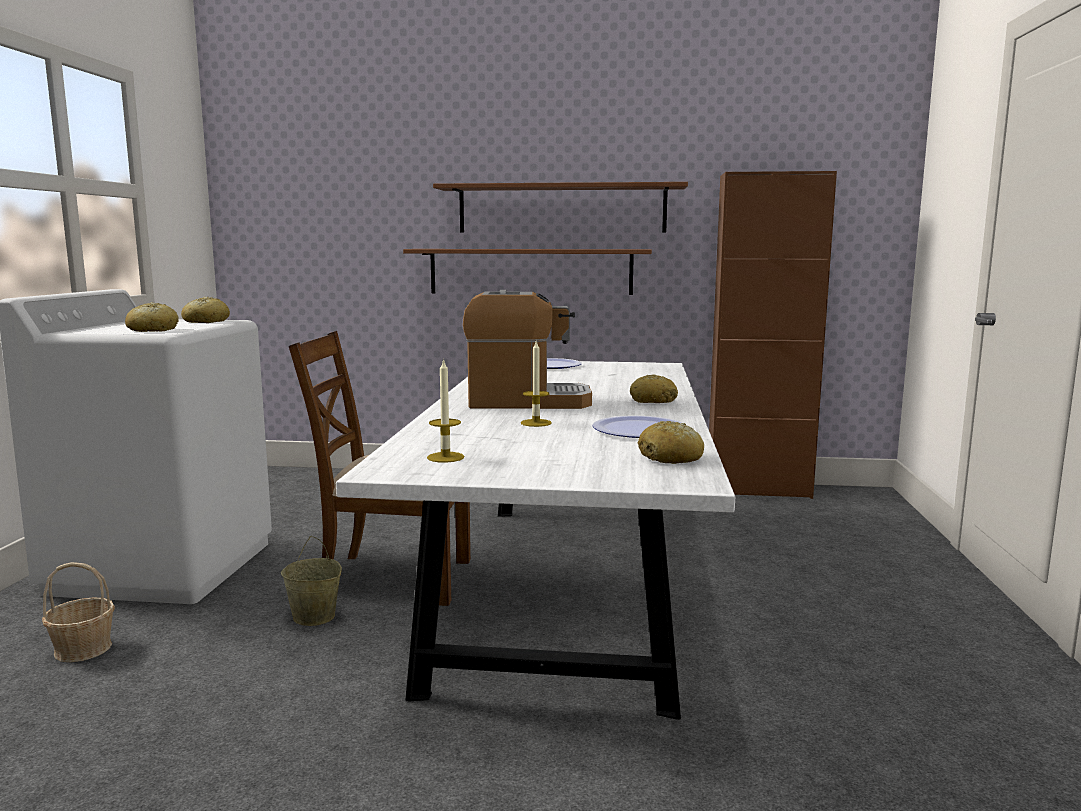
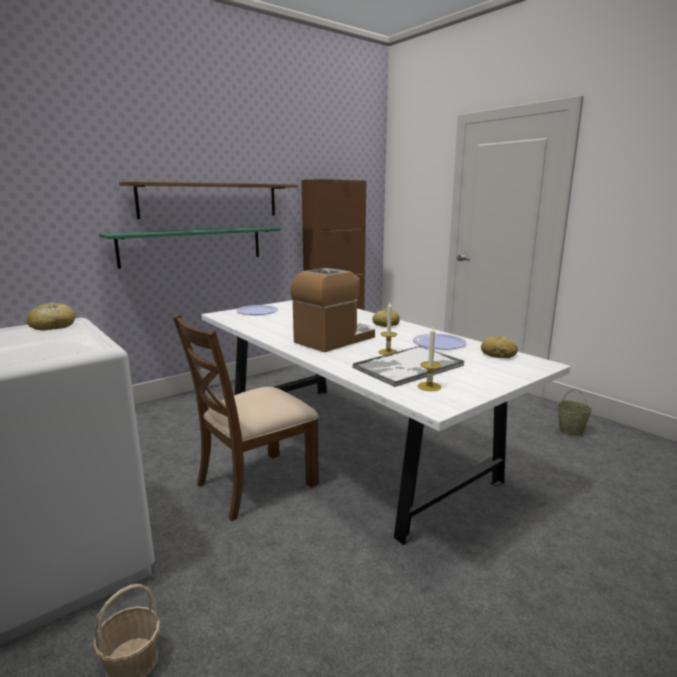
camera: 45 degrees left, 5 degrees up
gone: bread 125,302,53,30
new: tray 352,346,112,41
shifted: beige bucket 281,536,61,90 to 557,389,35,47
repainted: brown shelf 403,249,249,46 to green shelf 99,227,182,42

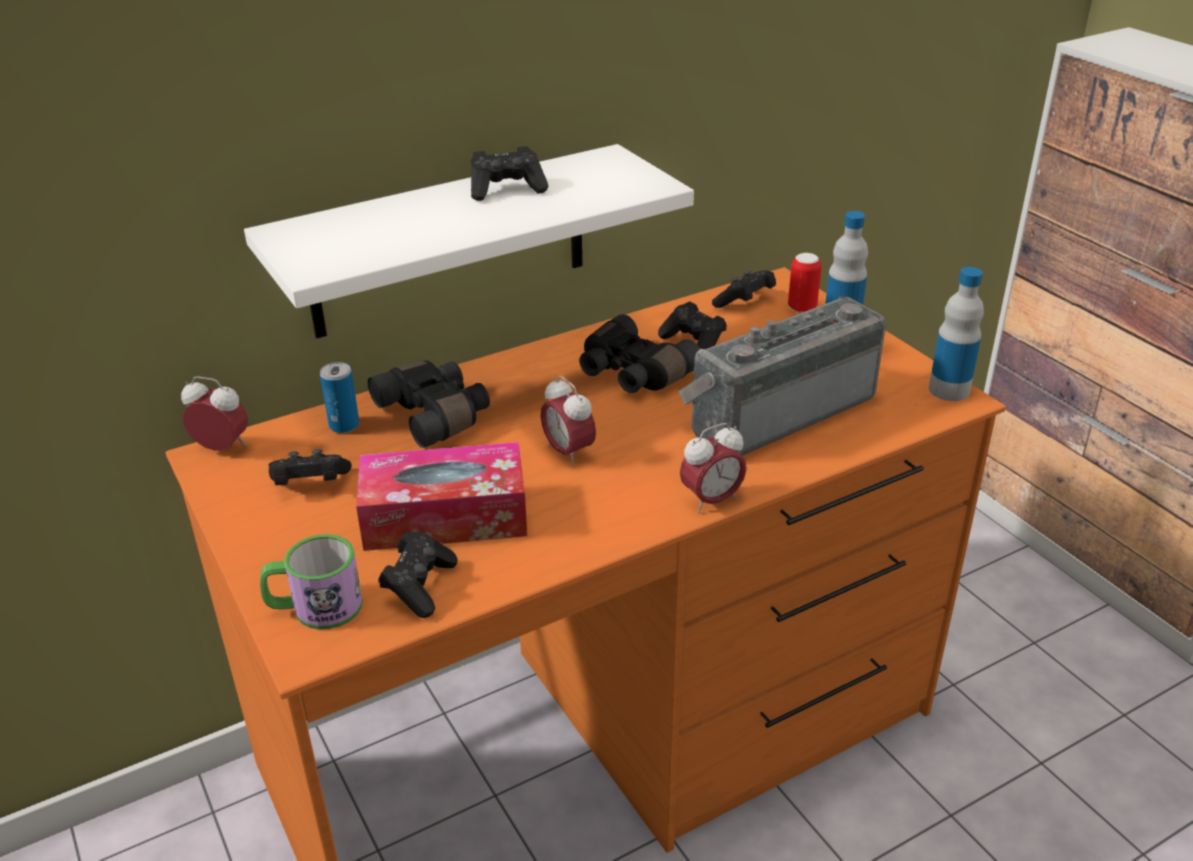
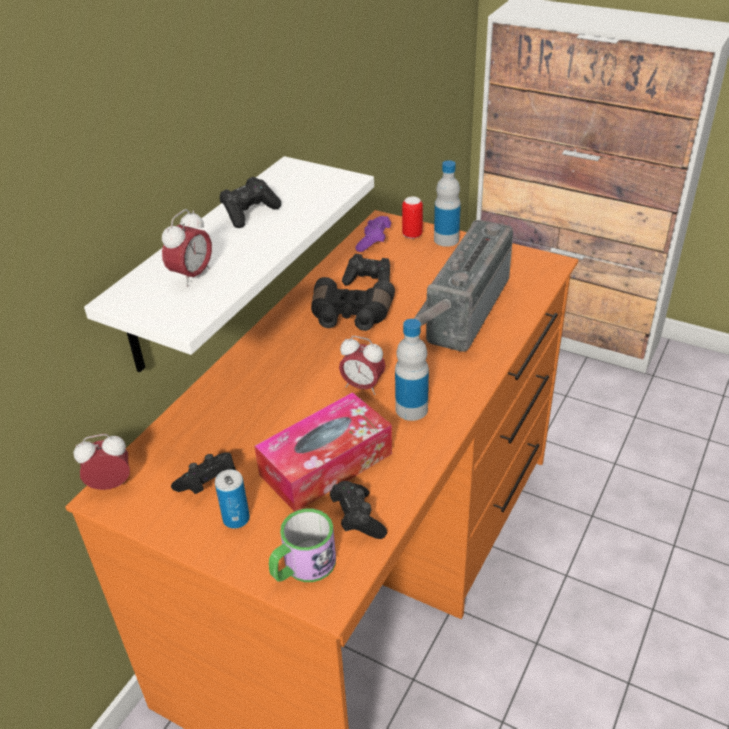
camera: 30 degrees left, 5 degrees up
gone: black binoculars 368,360,122,88
shifted: alarm clock 680,423,67,90 to 162,209,50,78; can 320,362,39,71 to 215,469,35,60; bottle 929,267,55,134 to 395,319,34,102
repainted: black game controller 712,270,64,38 to purple game controller 355,216,36,36

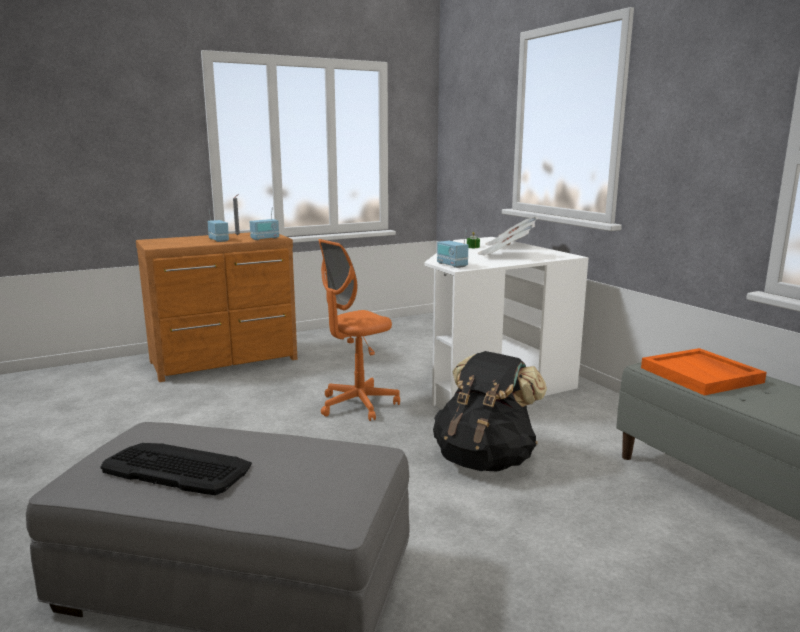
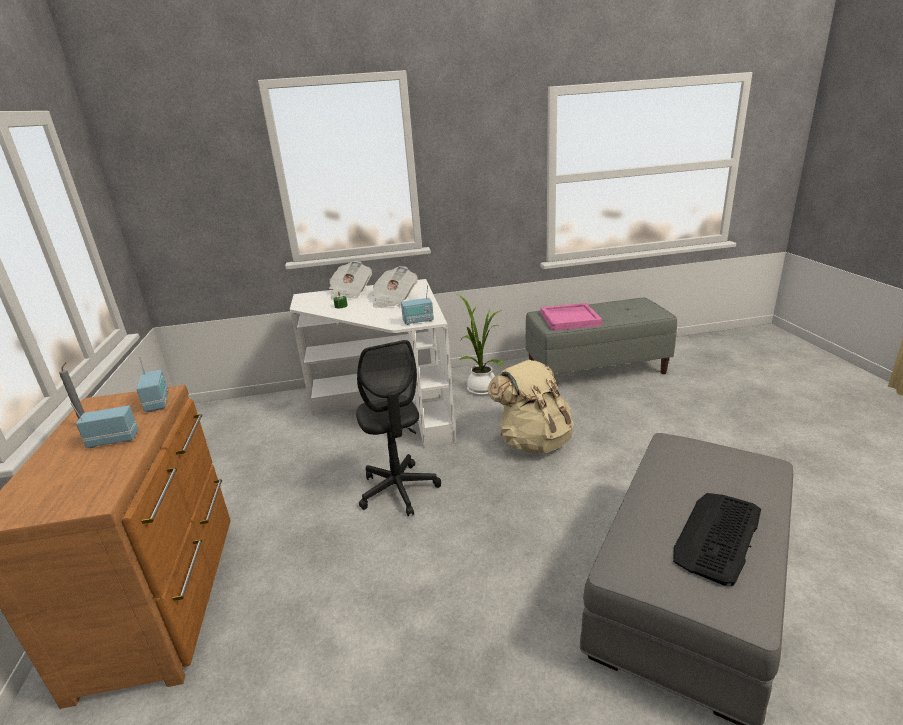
camera: 70 degrees left, 10 degrees up
new: potted plant 457,294,47,102
repainted: orange office chair 319,239,81,182 to black office chair 356,340,85,176; black backpack 433,351,114,120 to beige backpack 488,360,86,93; orange tray 641,348,126,48 to pink tray 541,303,61,28

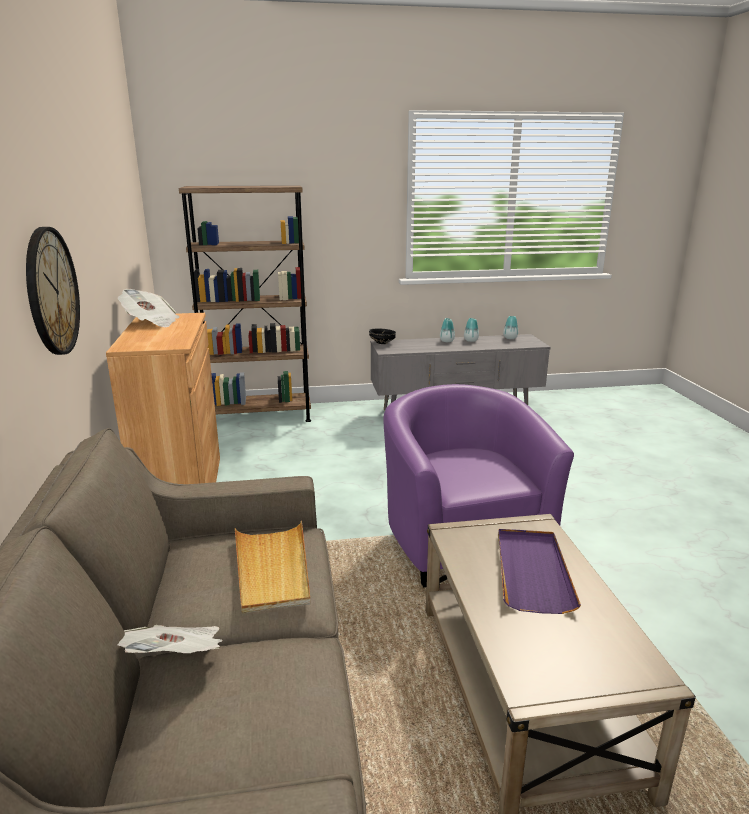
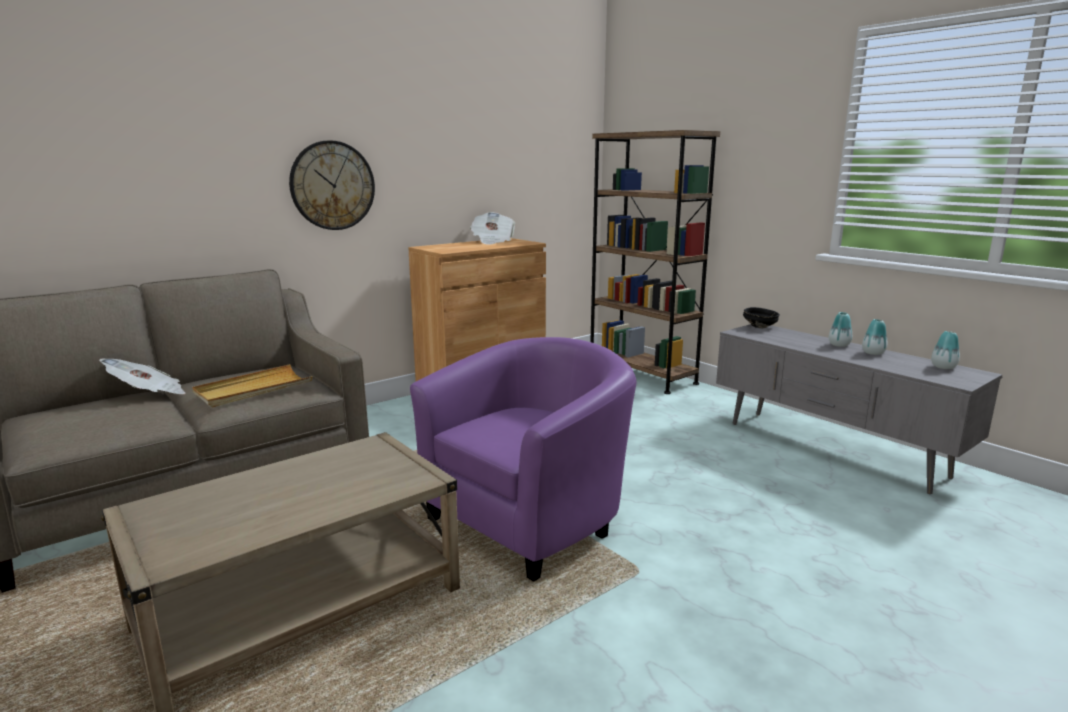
camera: 60 degrees right, 5 degrees down
gone: purple tray 498,529,83,85

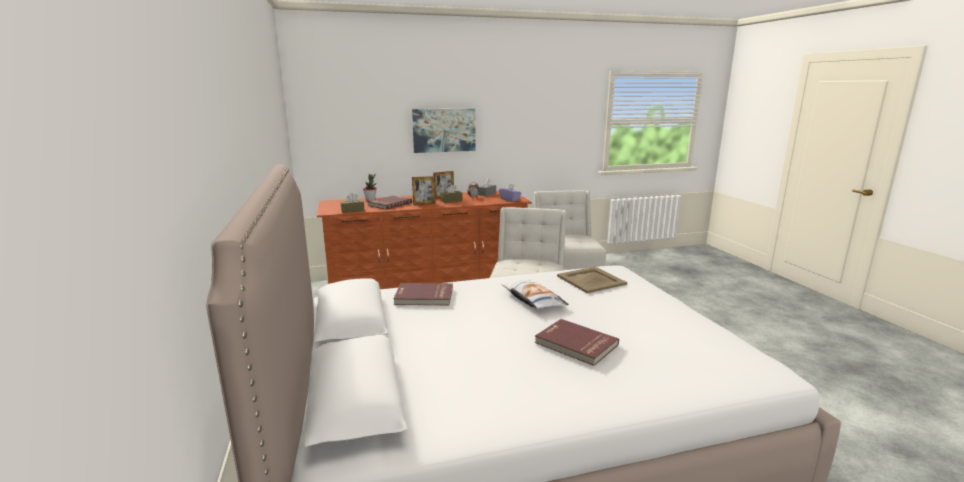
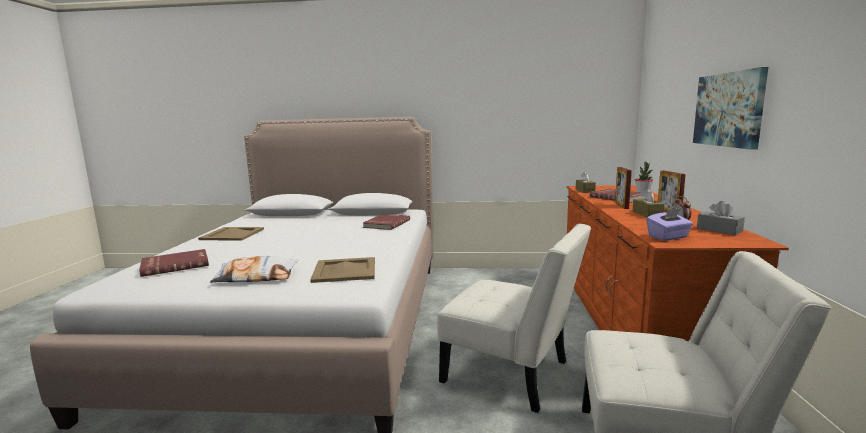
camera: 110 degrees right, 5 degrees down
new: beige tray 198,227,66,14
shifted: red book 535,319,84,47 to 139,249,70,28; pillow 501,280,68,29 to 210,256,88,27

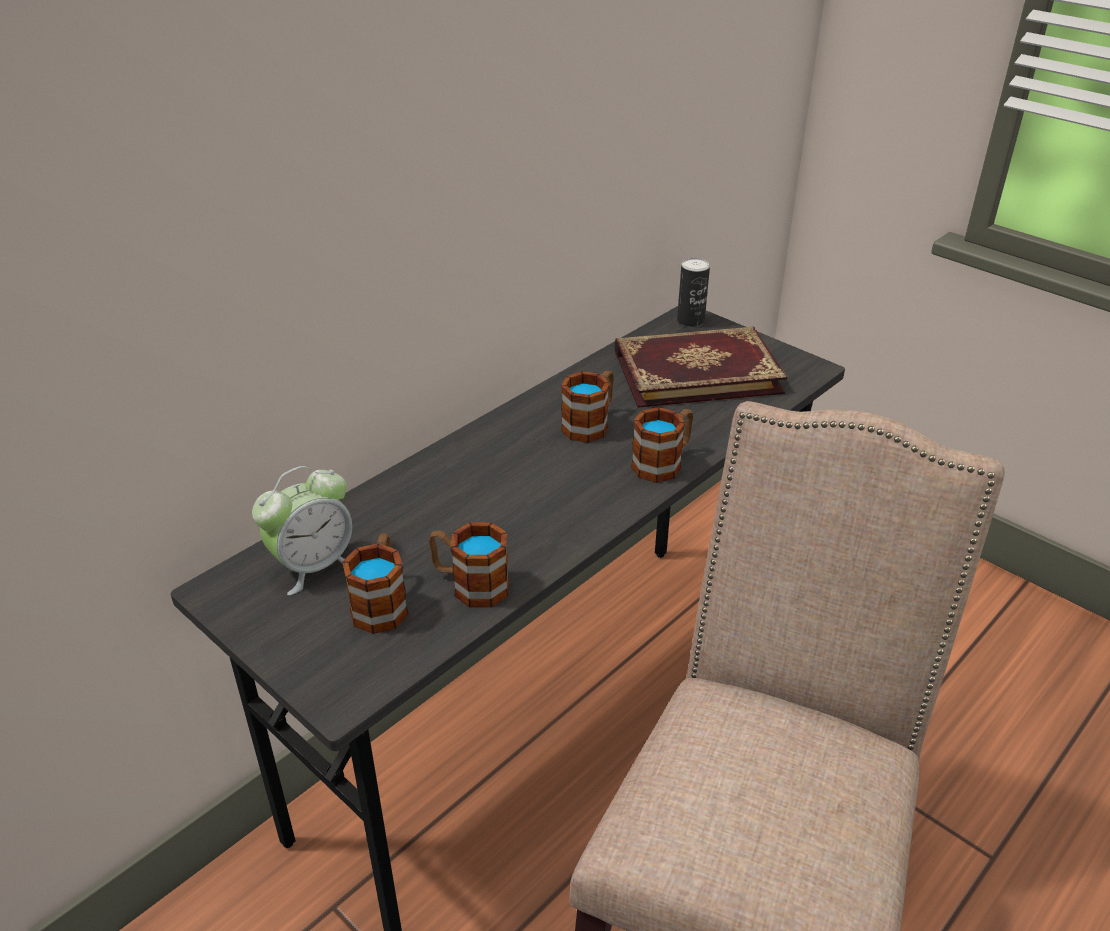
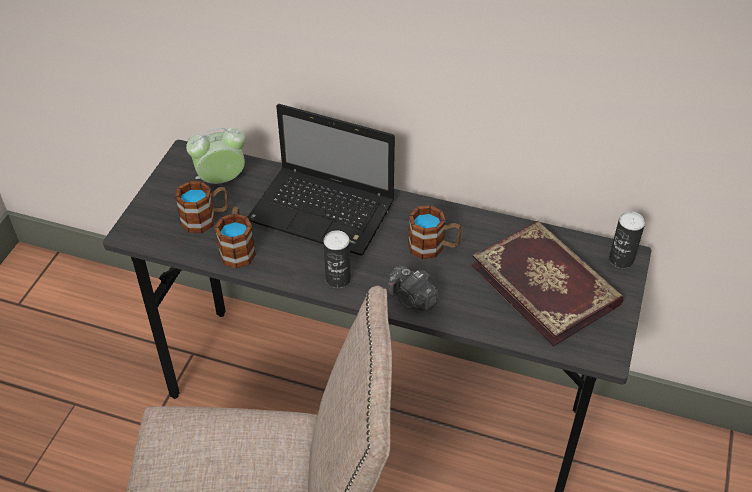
camera: 65 degrees right, 10 degrees up
new: laptop 248,104,147,152; can 323,230,28,58
swapped: mug 631,407,62,76 to photo camera 388,265,51,46
rotated: alarm clock 252,466,100,129 = 186,127,59,57 135 degrees clockwise

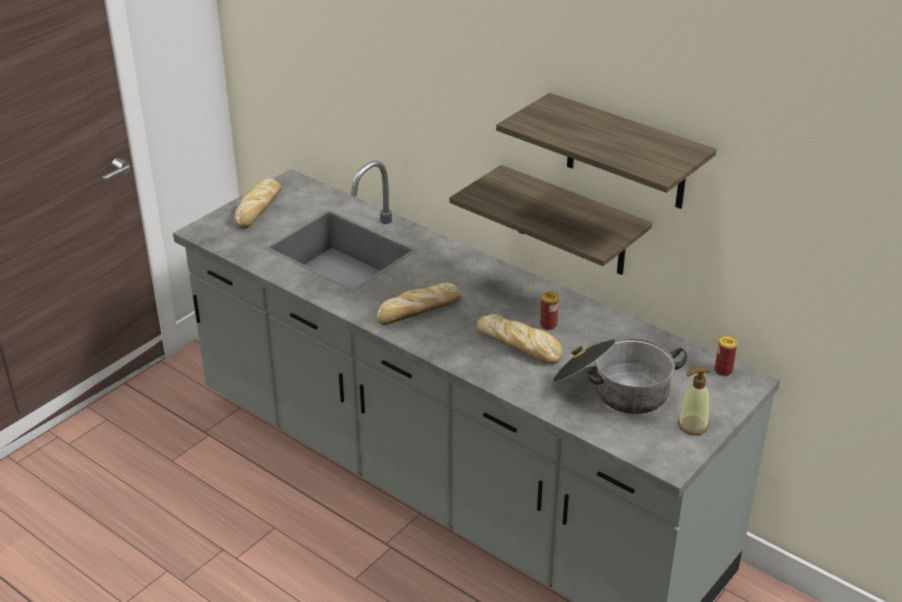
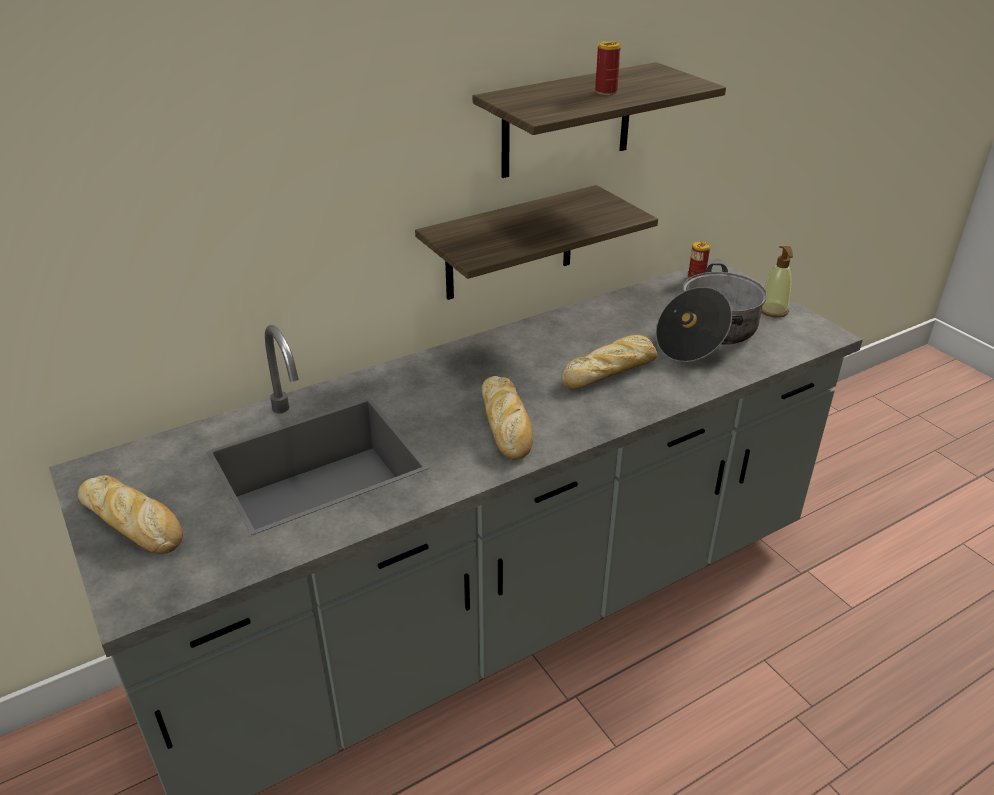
camera: 70 degrees left, 0 degrees up
shifted: can 540,292,19,38 to 595,41,26,54

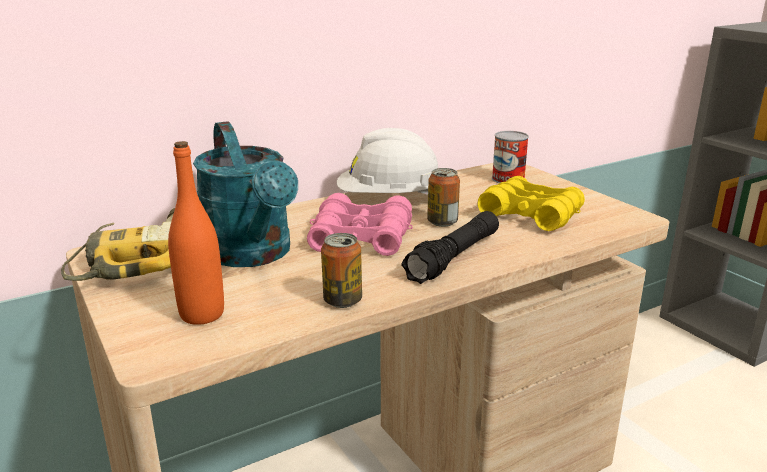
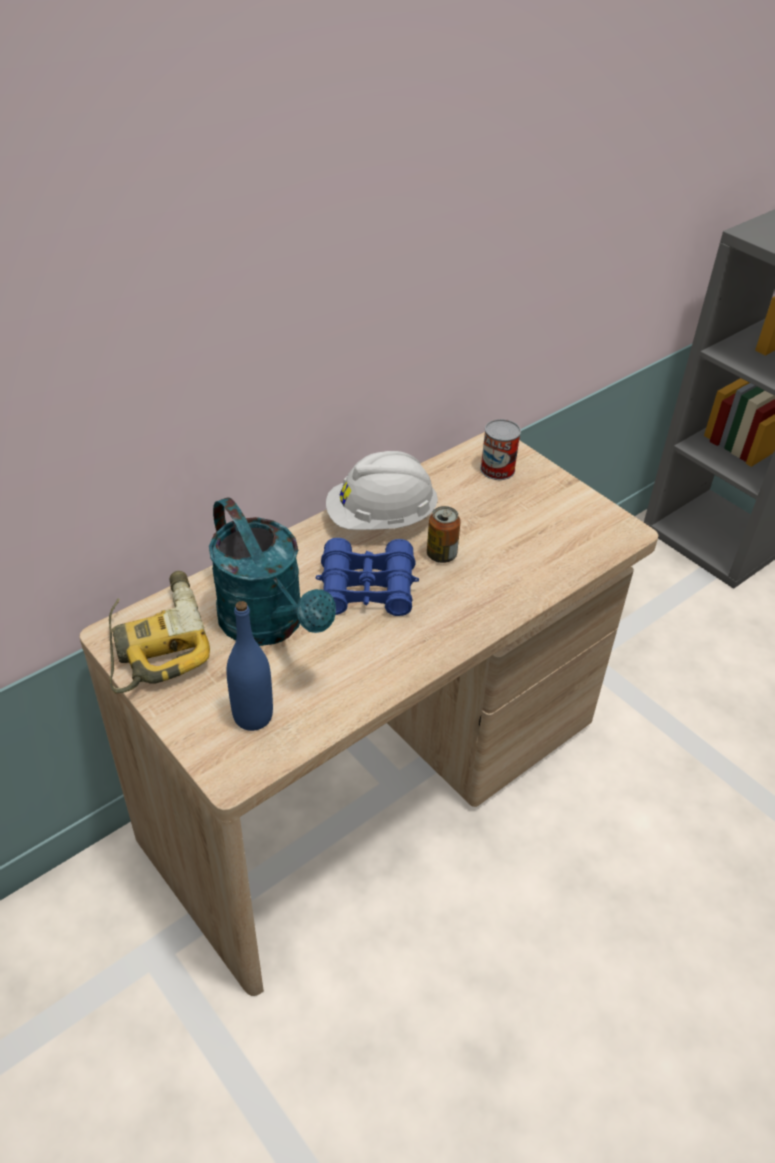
camera: 10 degrees left, 20 degrees up
gone: can 321,233,41,75; black flashlight 401,211,98,73; yellow binoculars 478,176,107,55
repainted: orange bottle 168,141,56,184 to blue bottle 226,601,47,130; pink binoculars 307,193,106,63 to blue binoculars 315,538,104,78

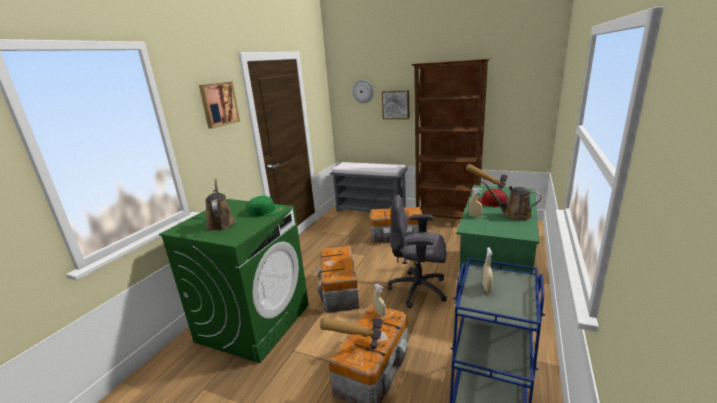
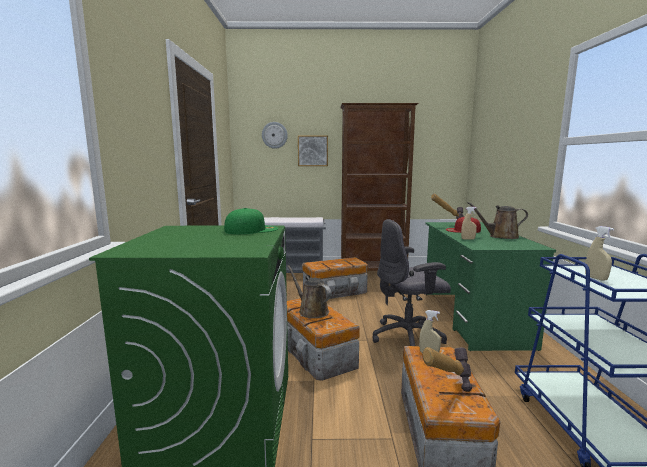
camera: 25 degrees left, 10 degrees down
gone: picture 199,81,41,47
shifted: brown watering can 205,179,31,52 to 287,265,45,53

